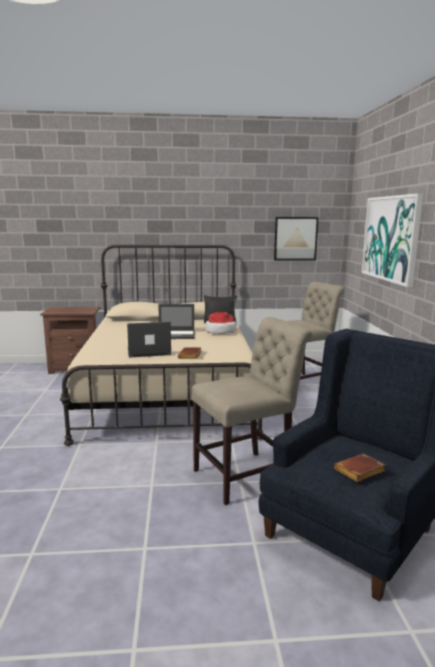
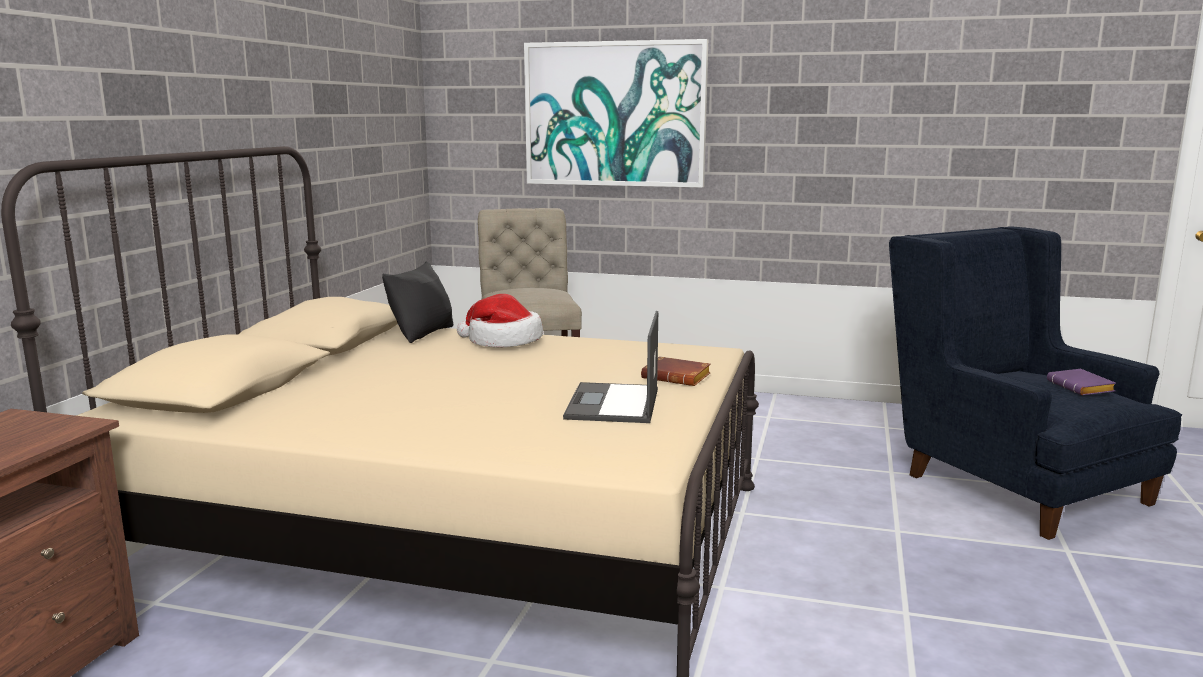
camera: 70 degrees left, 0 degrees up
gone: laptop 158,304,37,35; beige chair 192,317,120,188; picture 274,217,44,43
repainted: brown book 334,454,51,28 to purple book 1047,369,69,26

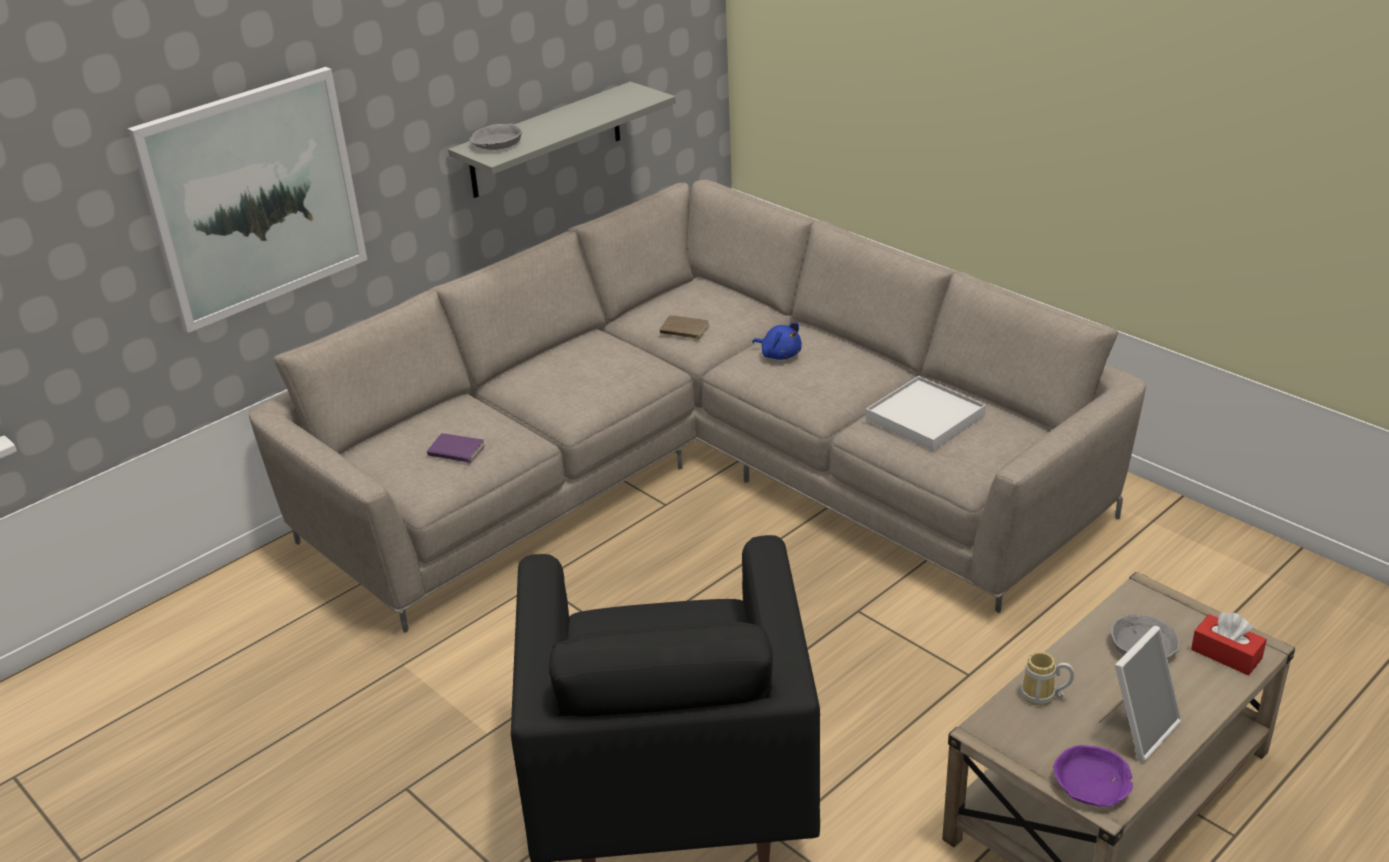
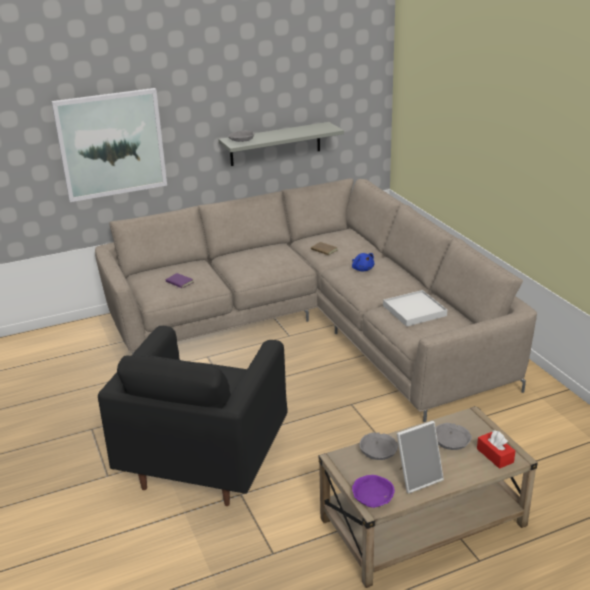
camera: 20 degrees right, 5 degrees down
swapped: mug 1021,652,53,54 to grey bowl 360,432,38,28

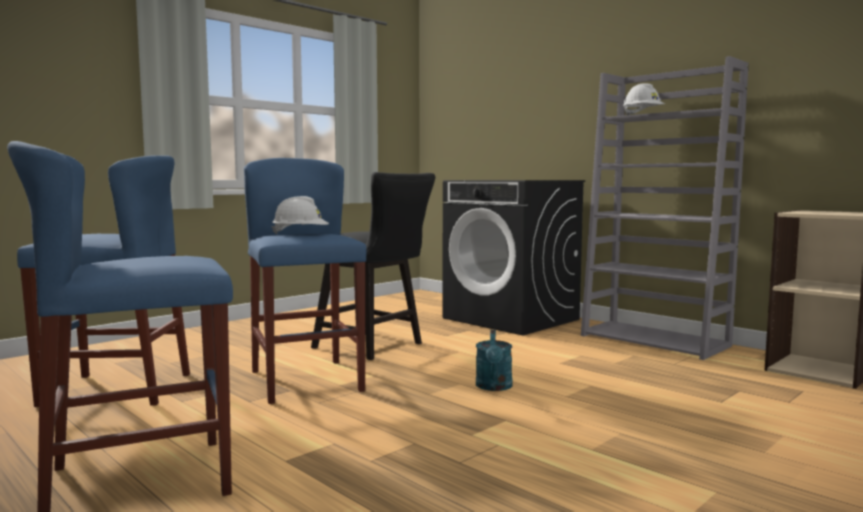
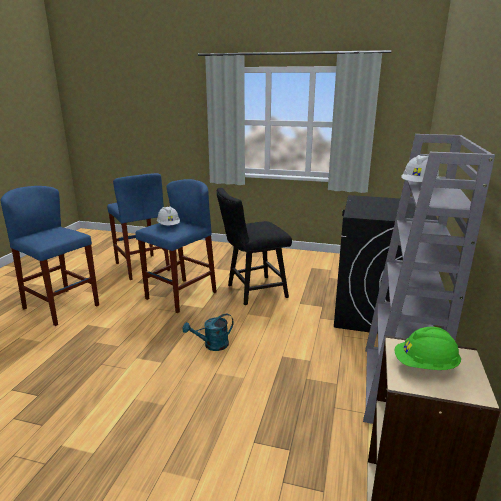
camera: 60 degrees right, 15 degrees up
new: green hard hat 395,327,66,43
rotated: black chair 311,172,124,188 = 217,188,75,117 60 degrees clockwise

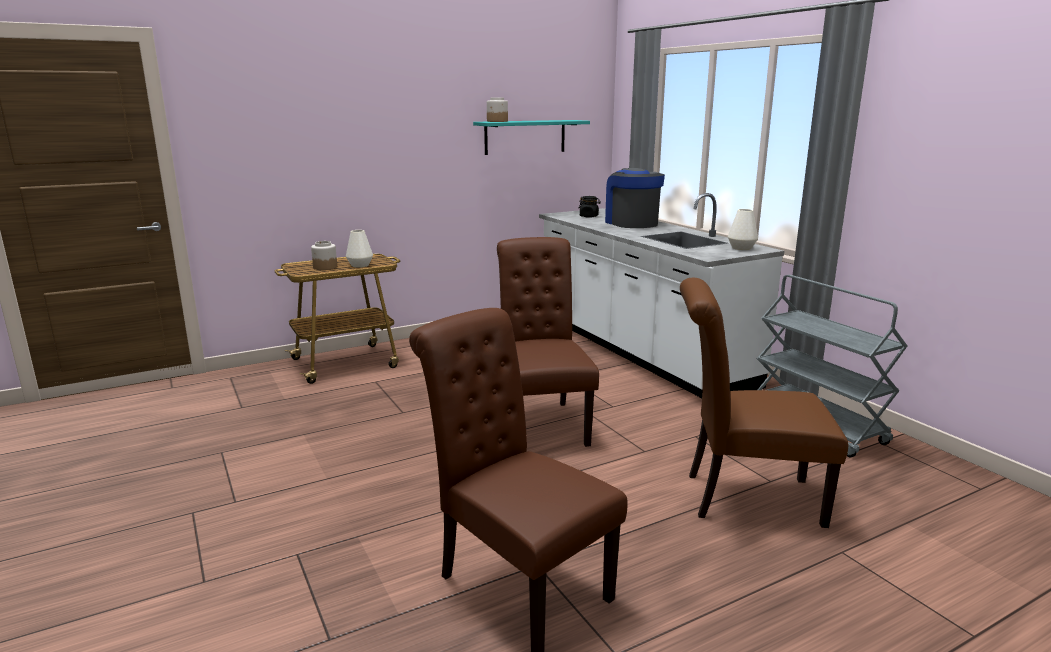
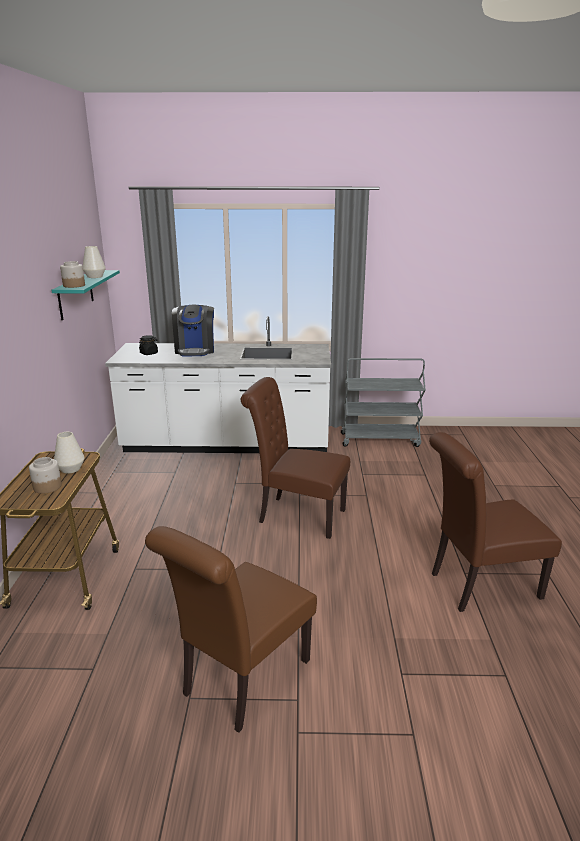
camera: 60 degrees left, 5 degrees up
shifted: white vase 728,209,30,41 to 83,246,23,32; brown chair 680,278,169,250 to 145,526,172,207
rotated: coffee machine 605,168,60,60 = 172,305,42,51 105 degrees counterclockwise

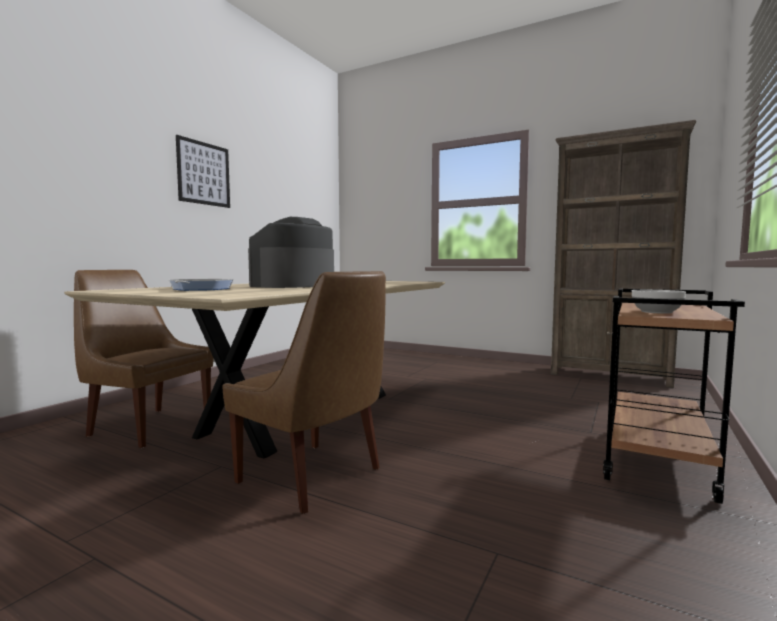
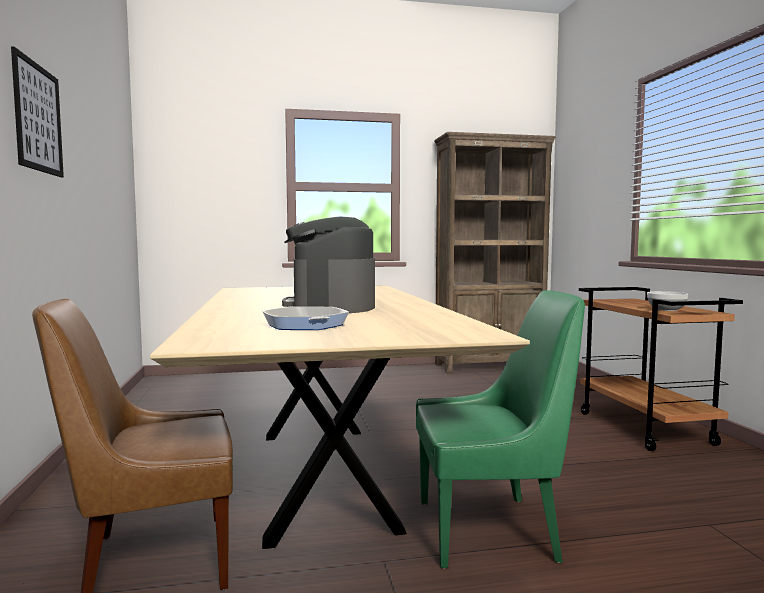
camera: 40 degrees left, 0 degrees up
repainted: brown chair 222,271,164,243 to green chair 416,290,169,278

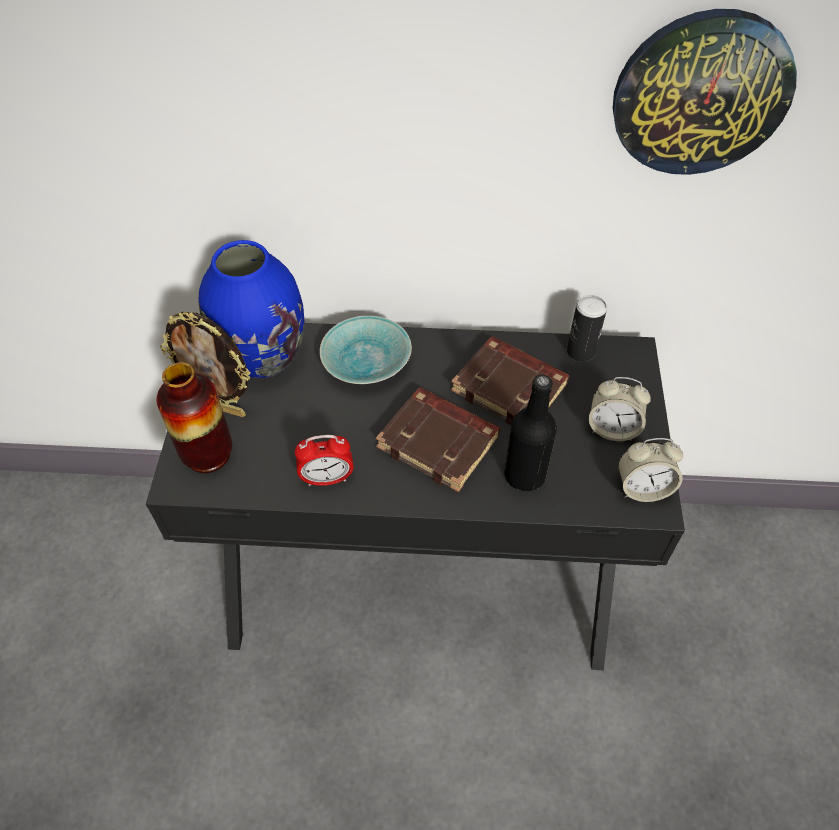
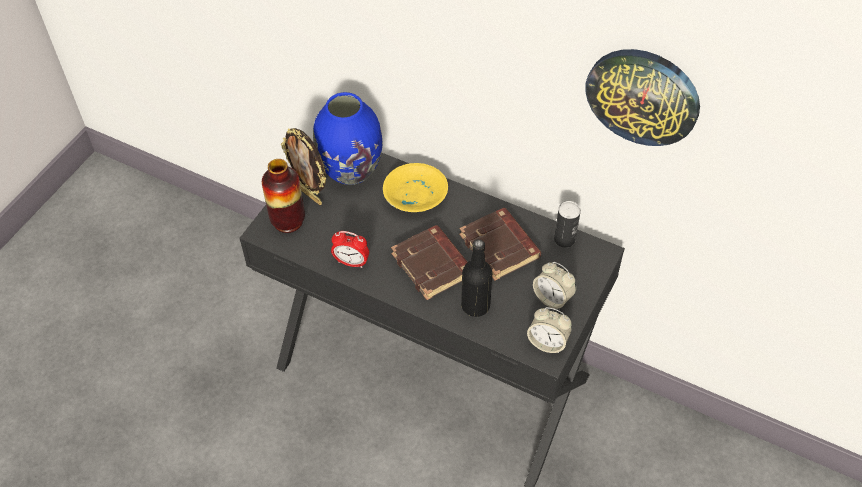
camera: 25 degrees right, 0 degrees up
repainted: turquoise bowl 320,316,92,68 to yellow bowl 383,163,65,49

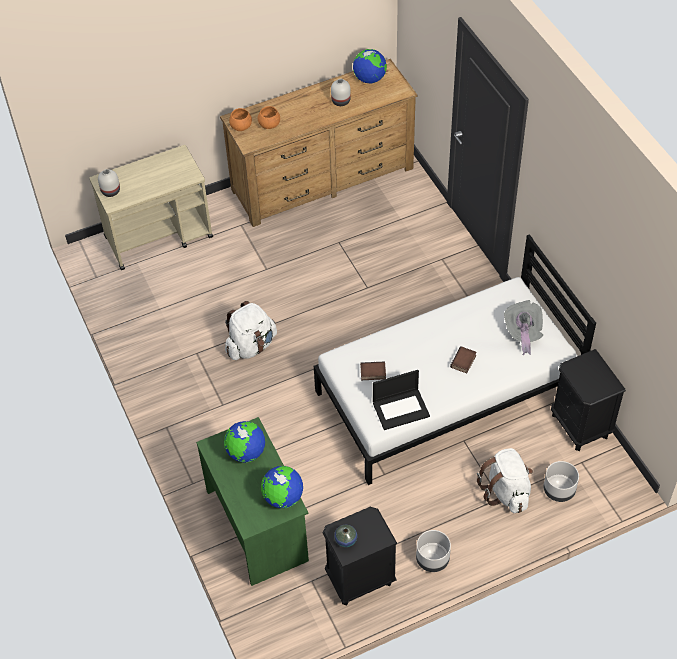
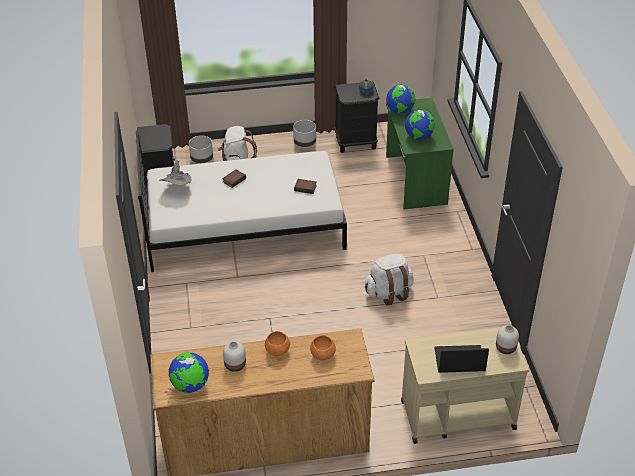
camera: 165 degrees left, 10 degrees down
shifted: orange bowl 229,108,23,23 to 265,331,25,25; laptop 373,370,57,60 to 434,345,55,28

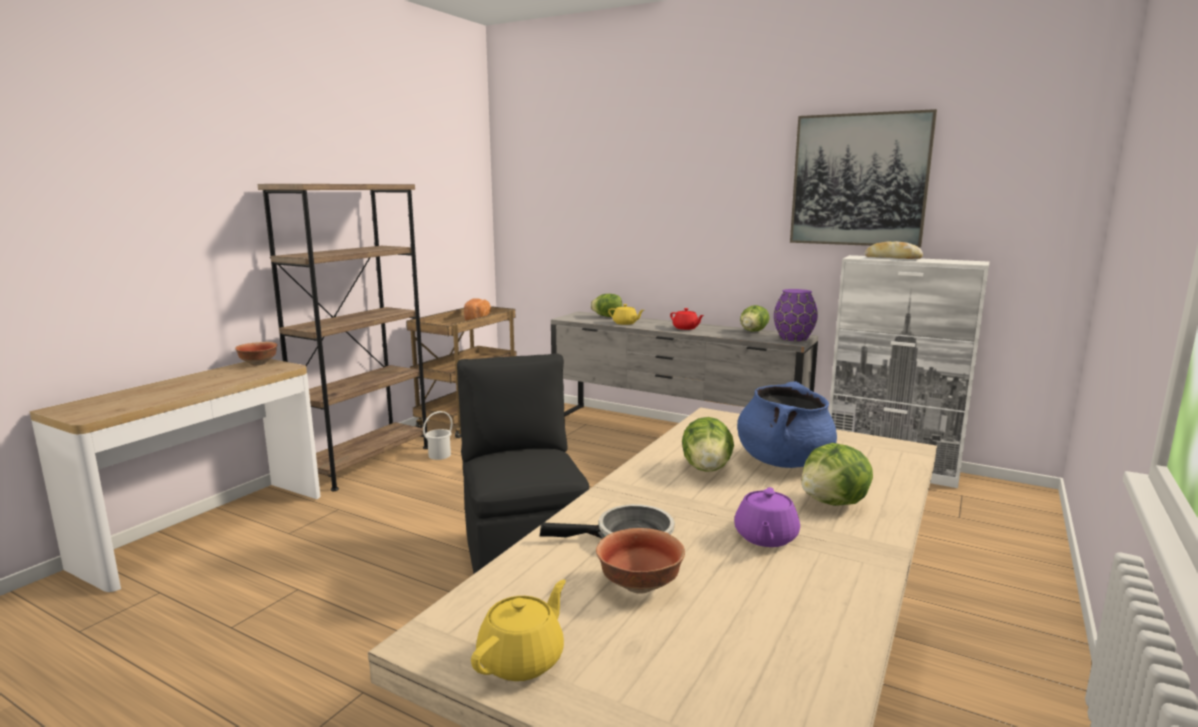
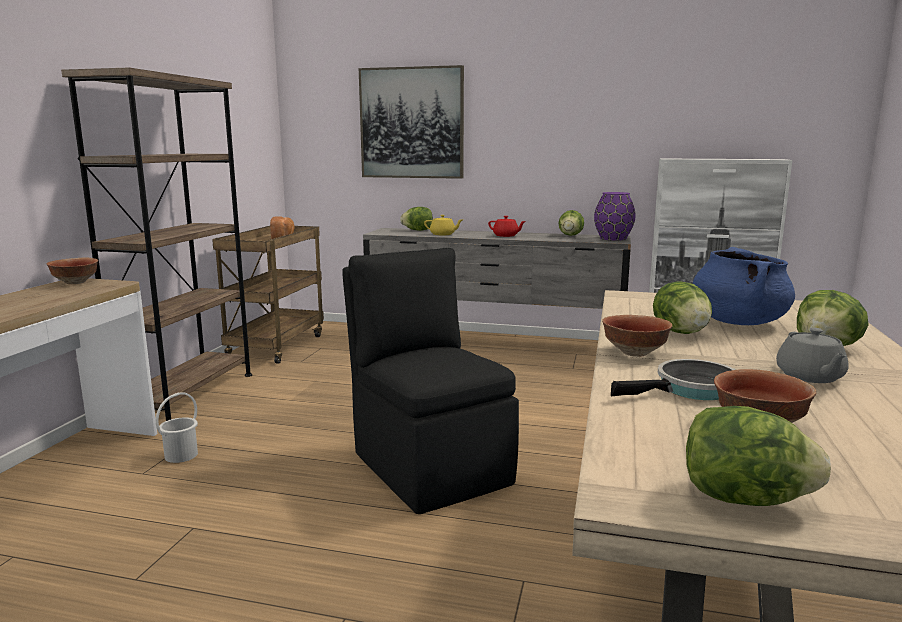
camera: 15 degrees left, 0 degrees up
gone: bread 865,241,58,18
new: bowl 602,315,70,42
shifted: white bucket 423,411,30,49 to 155,392,43,71; picture 790,109,147,139 to 359,65,105,114
swapped: yellow teapot 471,579,95,102 to lettuce 686,406,145,100
repainted: purple teapot 734,487,66,60 to grey teapot 776,328,73,55

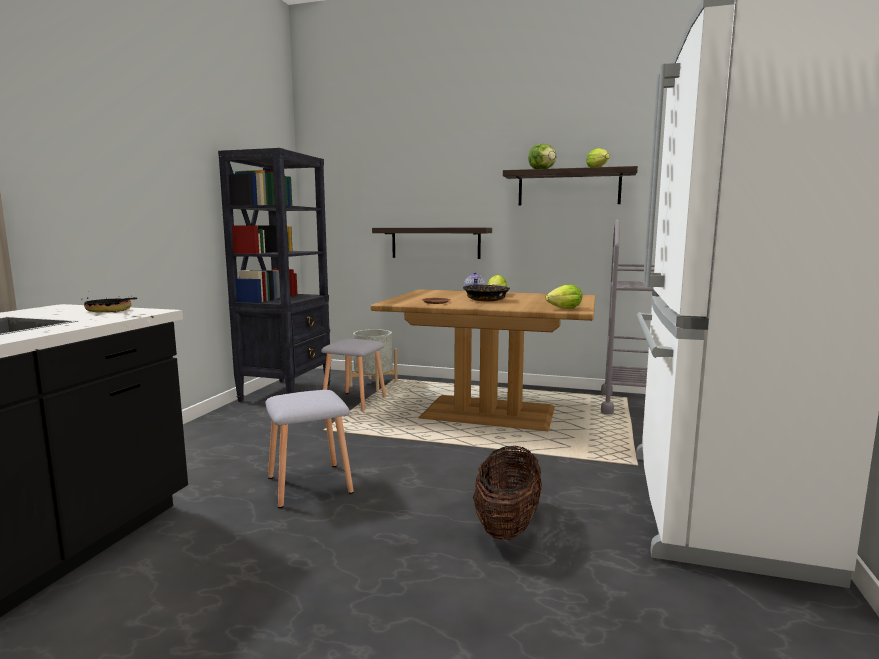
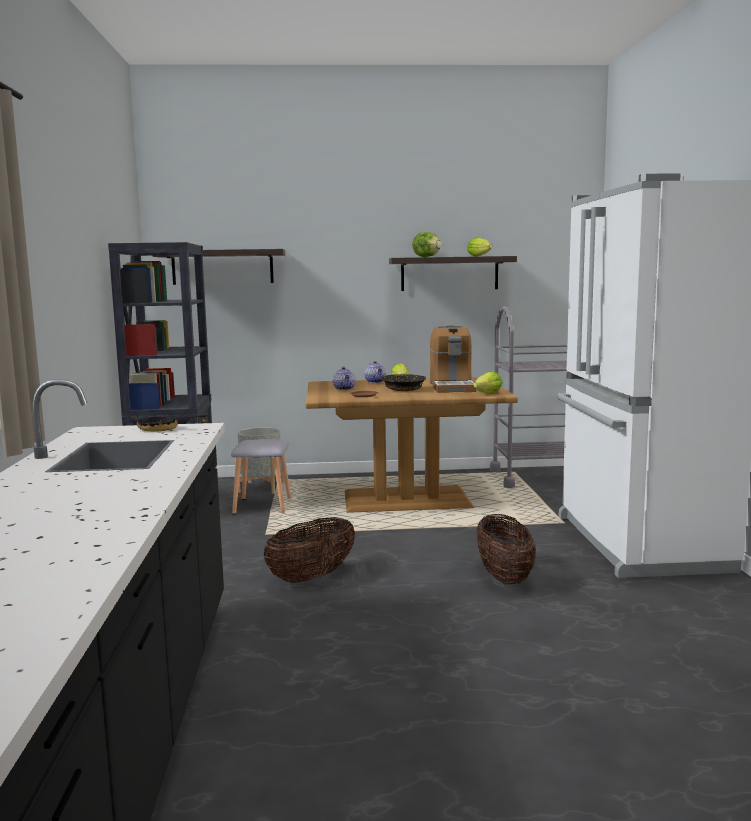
camera: 20 degrees left, 0 degrees up
new: teapot 333,367,23,23; coffee machine 429,325,47,68
shifted: shelf 372,228,120,31 to 153,249,132,36
swapped: grey stool 265,390,89,118 to basket 263,517,92,66

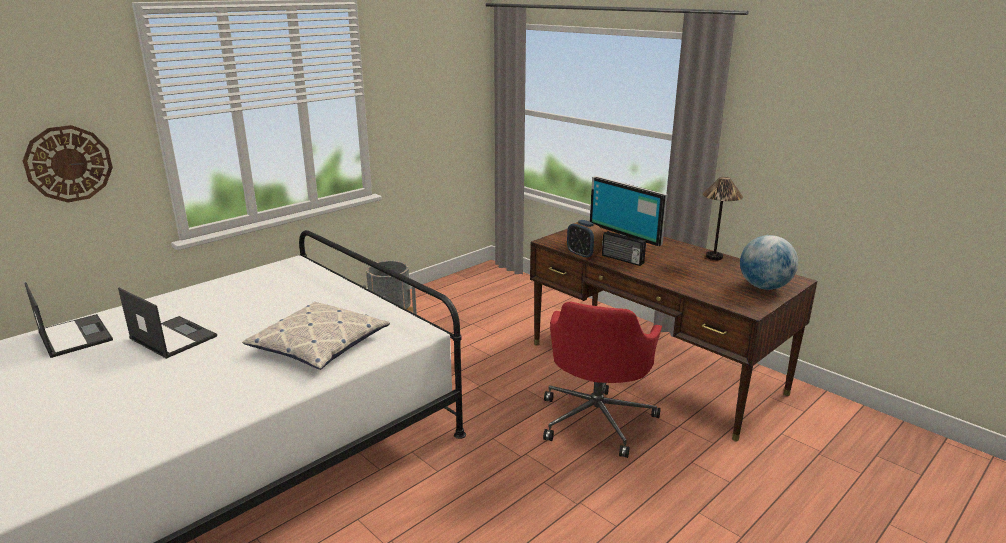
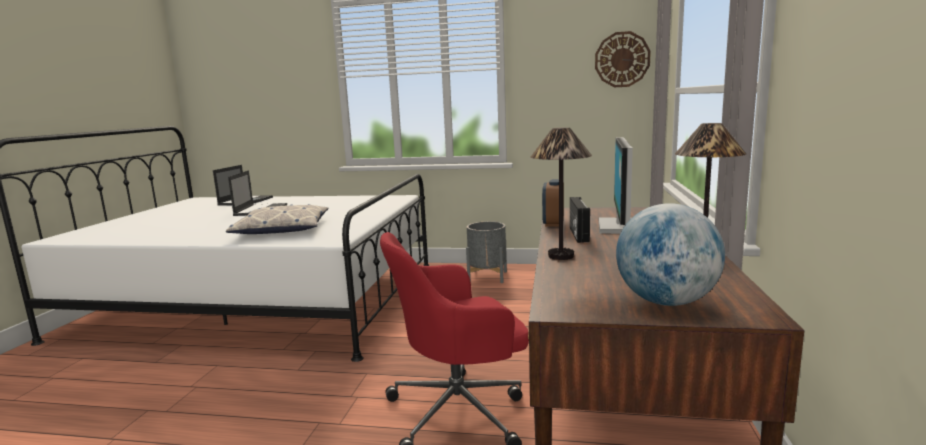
camera: 55 degrees right, 10 degrees down
new: table lamp 531,127,61,133
shifted: wall clock 23,125,90,78 to 595,31,56,56

